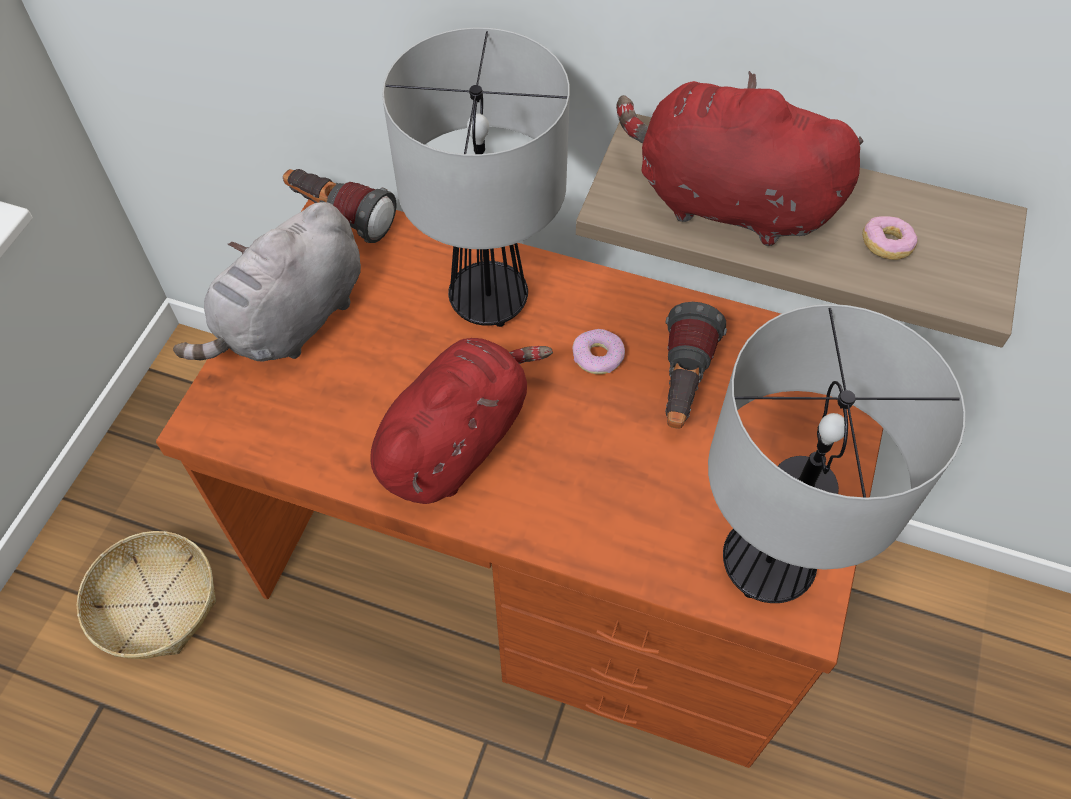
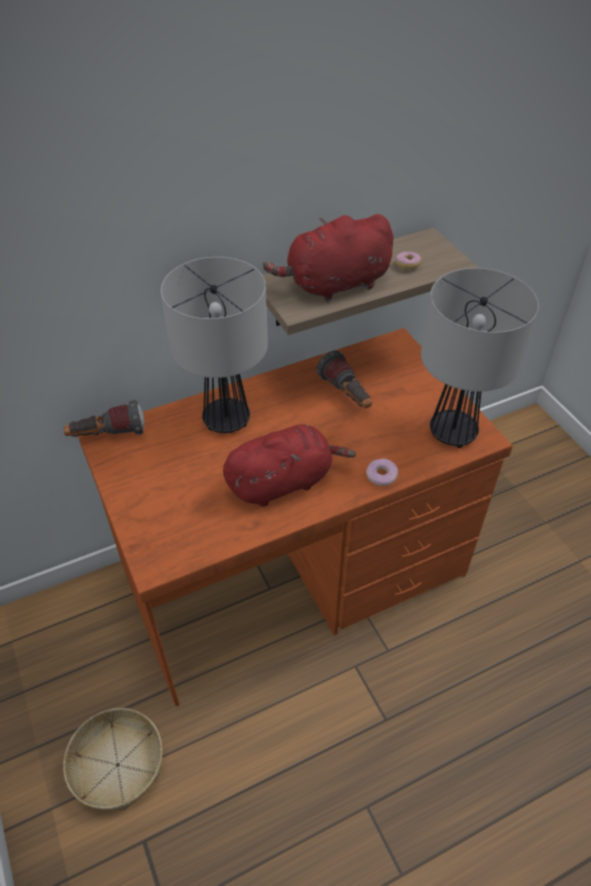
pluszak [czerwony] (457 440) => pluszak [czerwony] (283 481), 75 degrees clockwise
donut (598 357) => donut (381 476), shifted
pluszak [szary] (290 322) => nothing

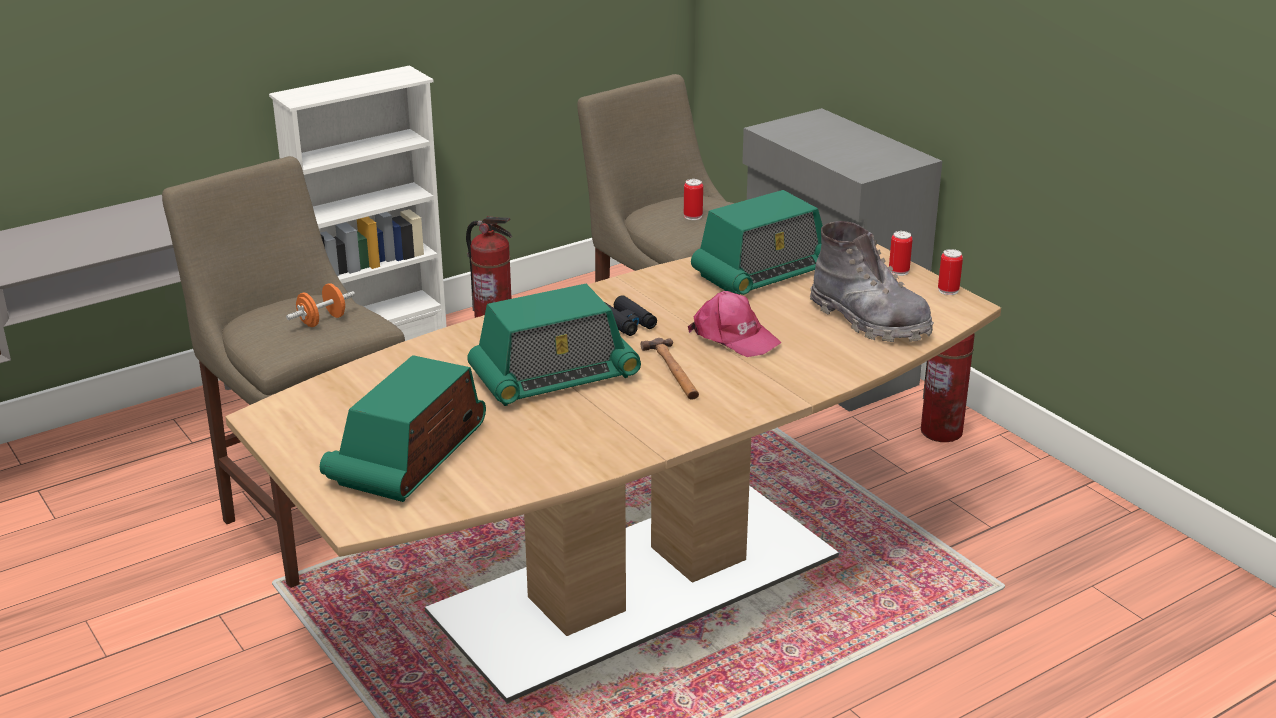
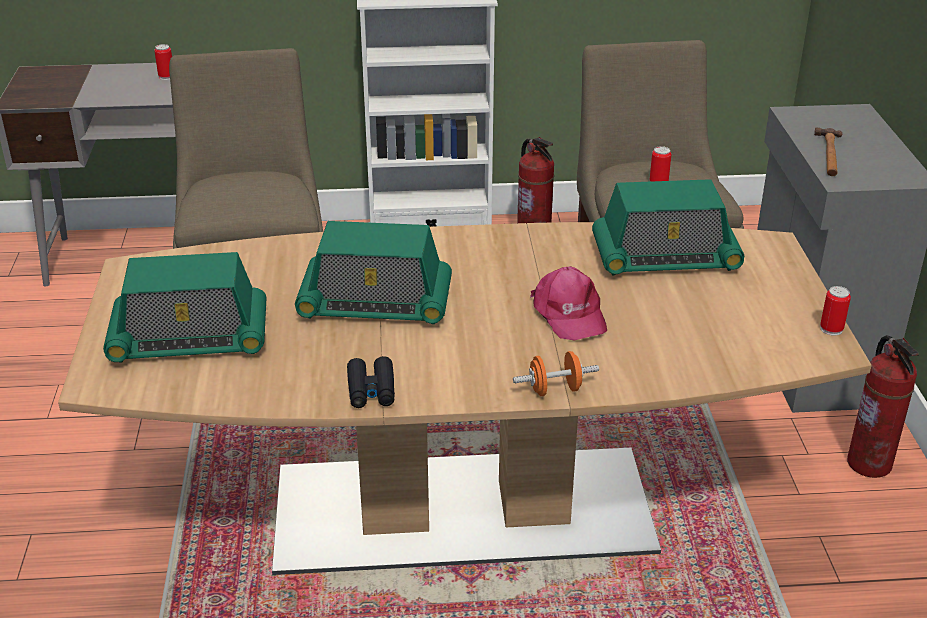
radio (408 456) => radio (190 339), 150 degrees counterclockwise
puszka (898 271) => puszka (166 76), shifted
lornetka [czarny] (626 323) => lornetka [czarny] (371 390), shifted
hantel [pomarańczowy] (322 321) => hantel [pomarańczowy] (555 389), shifted
młotek (673 372) => młotek (828 154), shifted
but z cholewką [szary] (869 320) => nothing

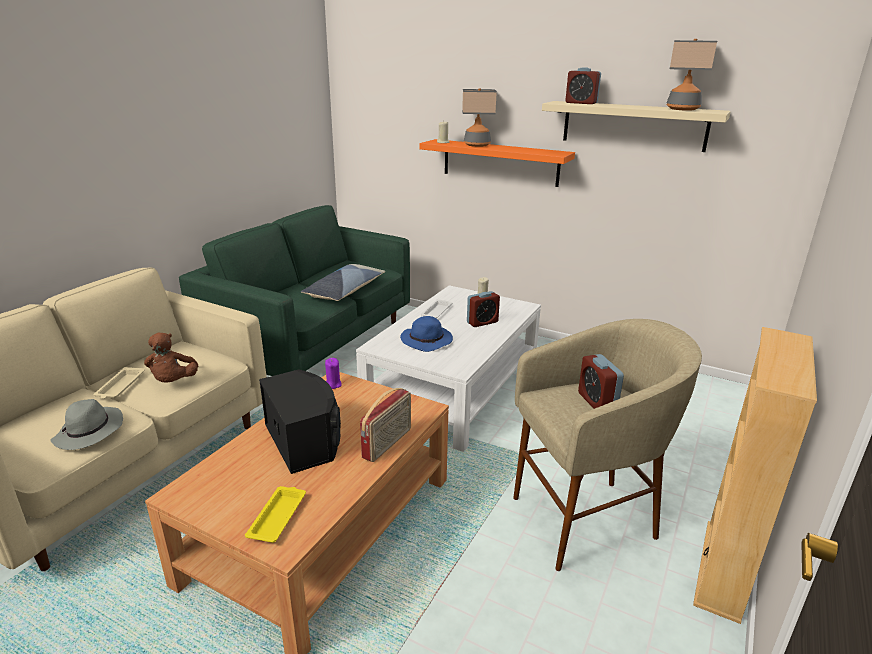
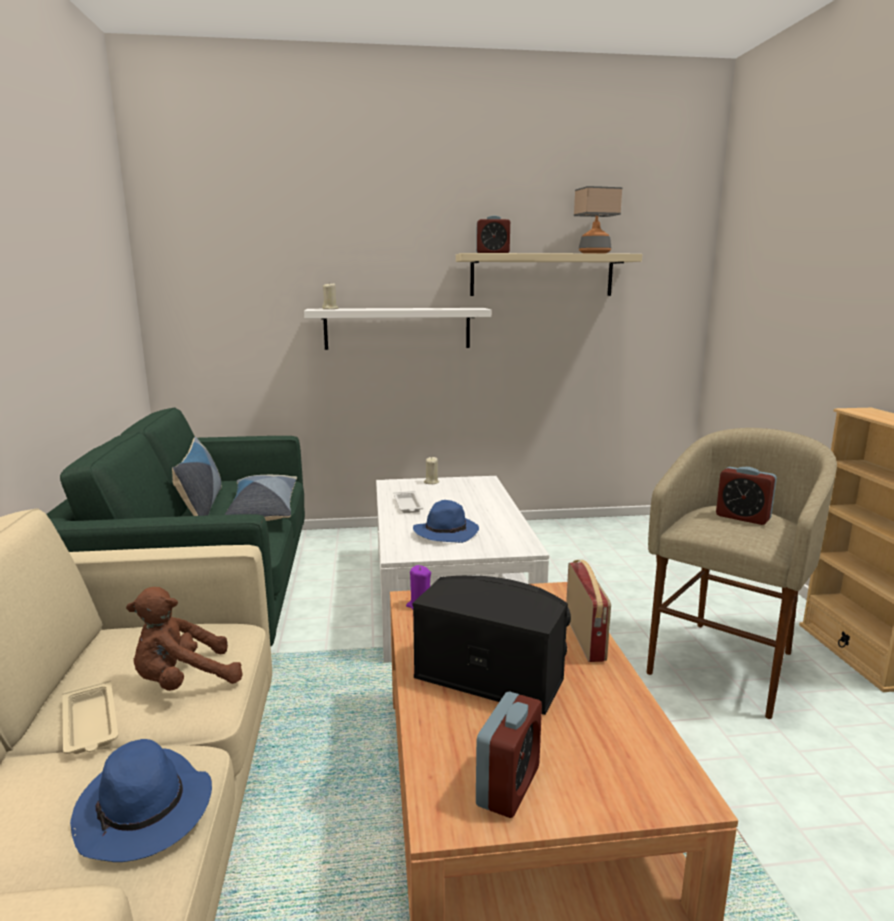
kapelusz [szary] (89 432) => kapelusz [niebieski] (145 812)
pluszak [brązowy] (173 382) => pluszak [brązowy] (183 682), 105 degrees clockwise
nothing => poduszka (201 506)
półka [pomarańczowy] (500 162) => półka [biały] (397 328)
budzik (482 322) => budzik (508 786), shifted
taca [żółty] (278 516) => nothing
lampa stołowa (476 145) => nothing

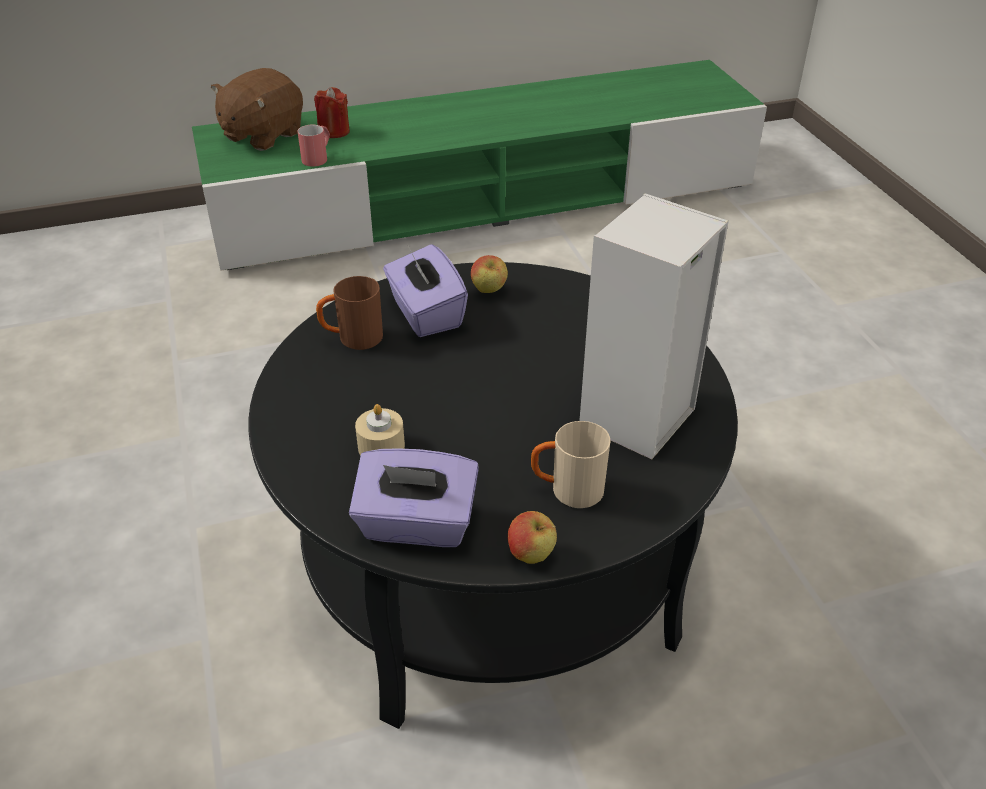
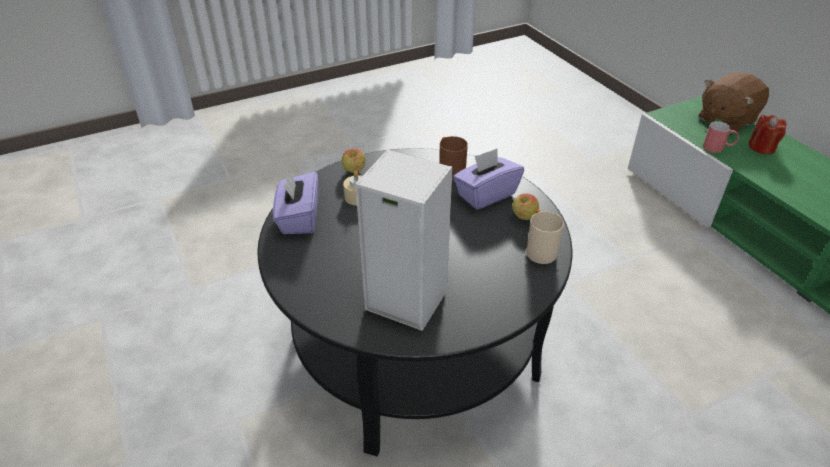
jabłko (531 555) => jabłko (354 171), shifted
kubek [beżowy] (567 490) => kubek [beżowy] (539 249), shifted
pluszak [brązowy] (262 135) => pluszak [brązowy] (726 120), 60 degrees counterclockwise

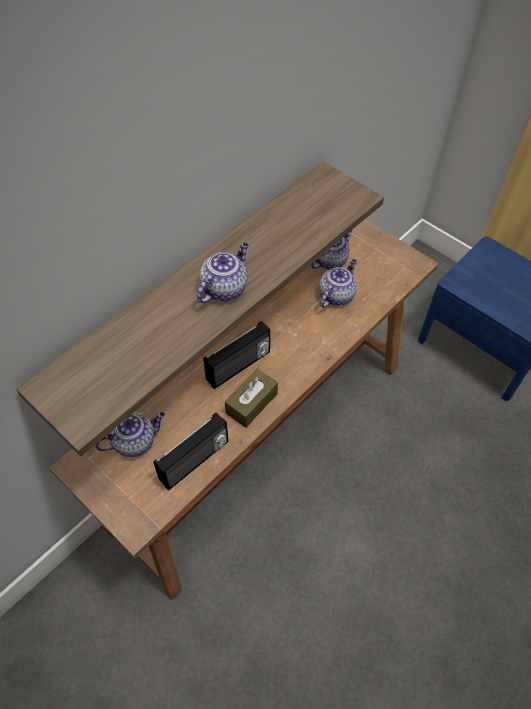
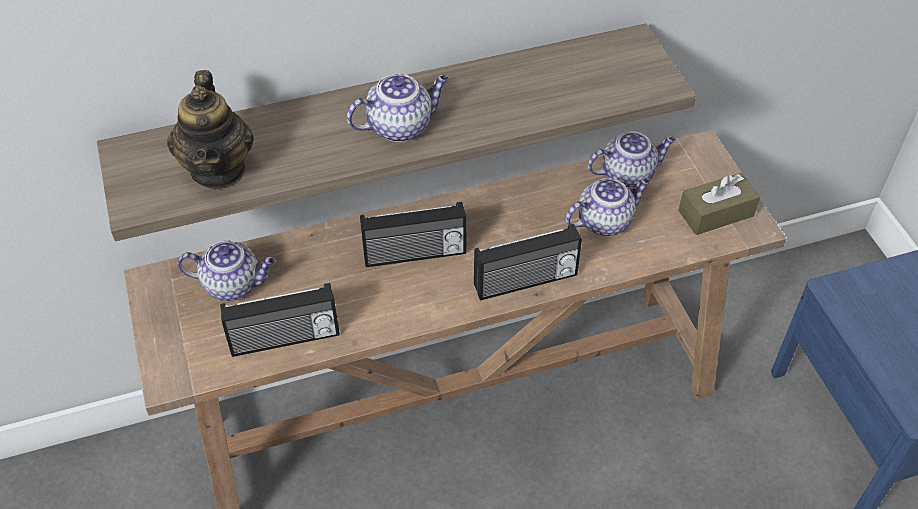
nothing => imbryk (219 169)
nothing => radio (526 282)
pudełko chusteczek [brązowy] (251 403) => pudełko chusteczek [brązowy] (716 213), shifted

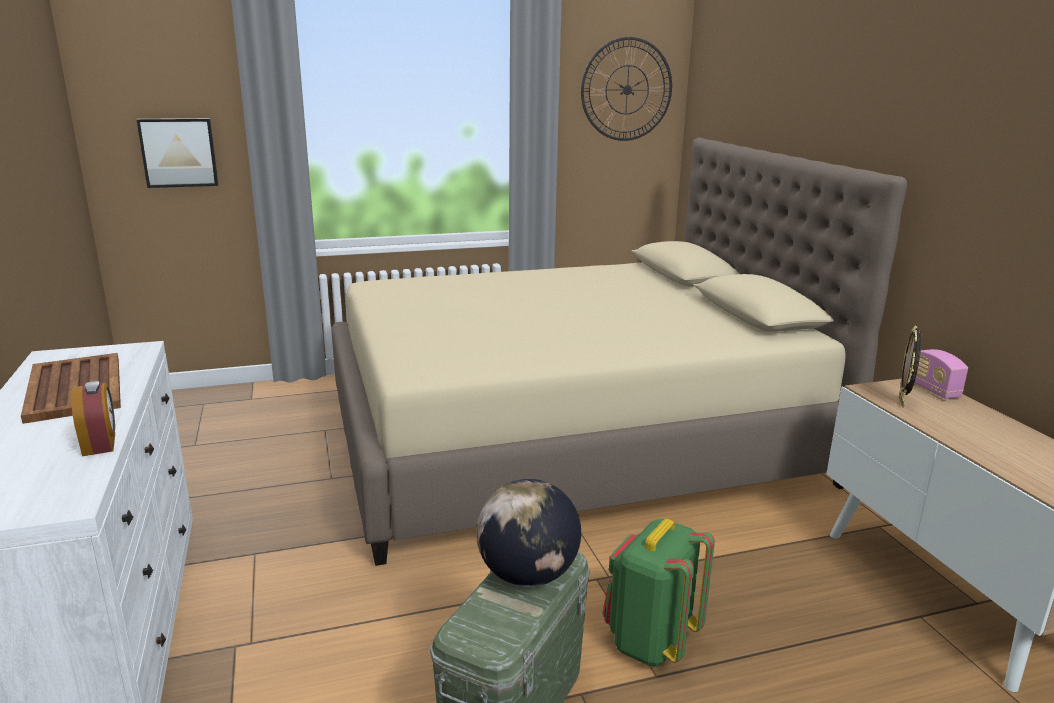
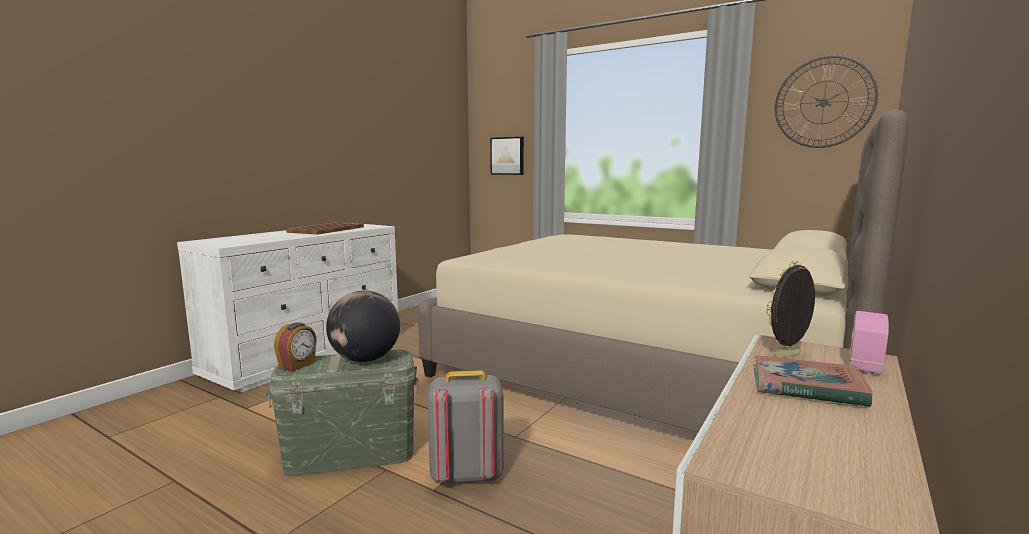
budzik (100 444) => budzik (298 365), shifted
plecak [zielony] (650 642) => plecak [szary] (466 475)
nothing => książka (806 387)

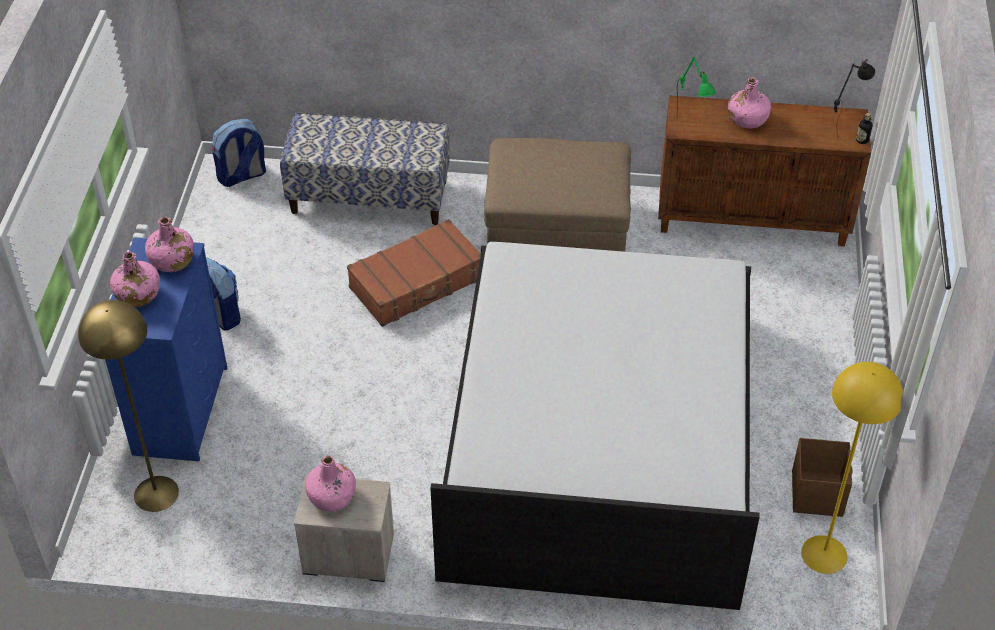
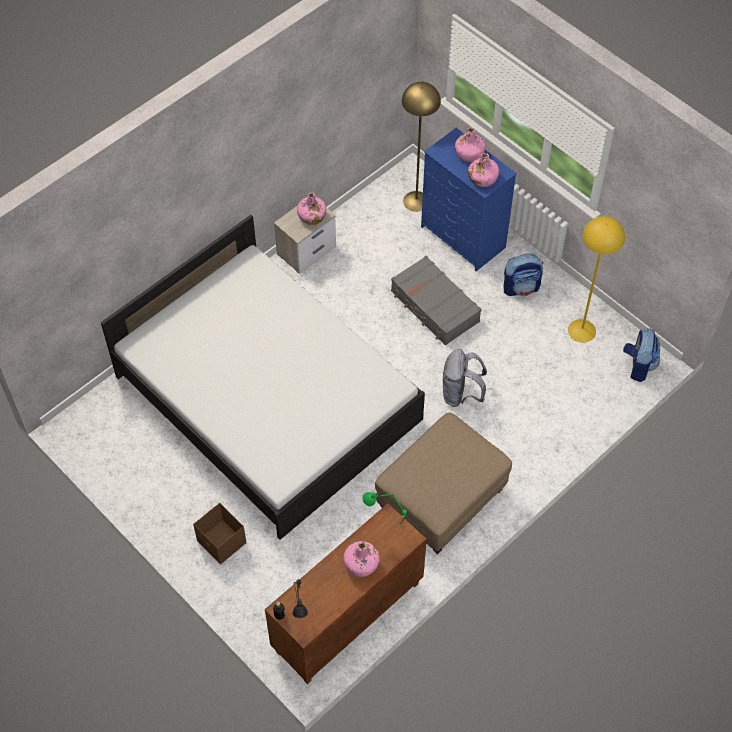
pojemnik do przechowywania [brązowy] (817 493) => pojemnik do przechowywania [brązowy] (222 542), shifted
nothing => walizka [szary] (434 307)
walizka [brązowy] (417 283) => plecak [szary] (461 394)
lampa stojąca [żółty] (824 554) => lampa stojąca [żółty] (582 330), shifted
ławka (369 196) => nothing

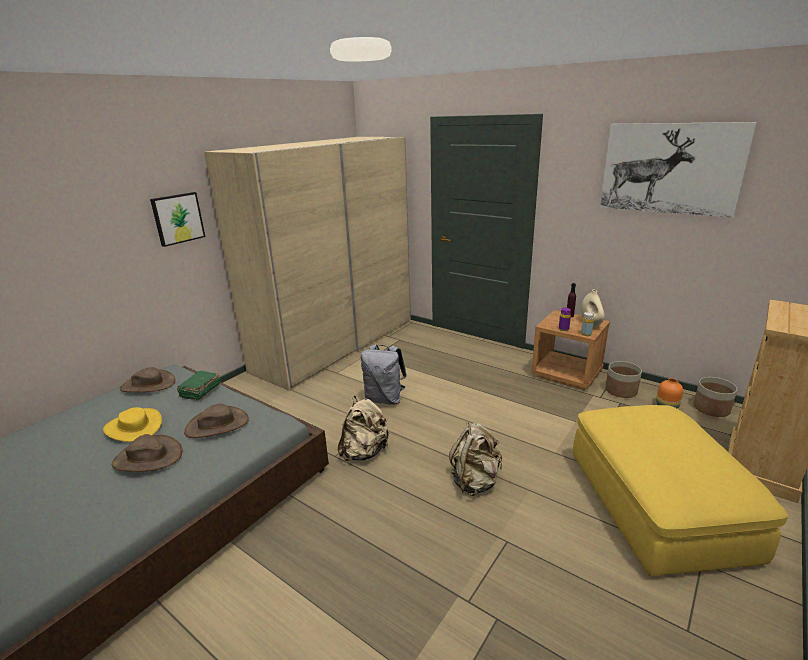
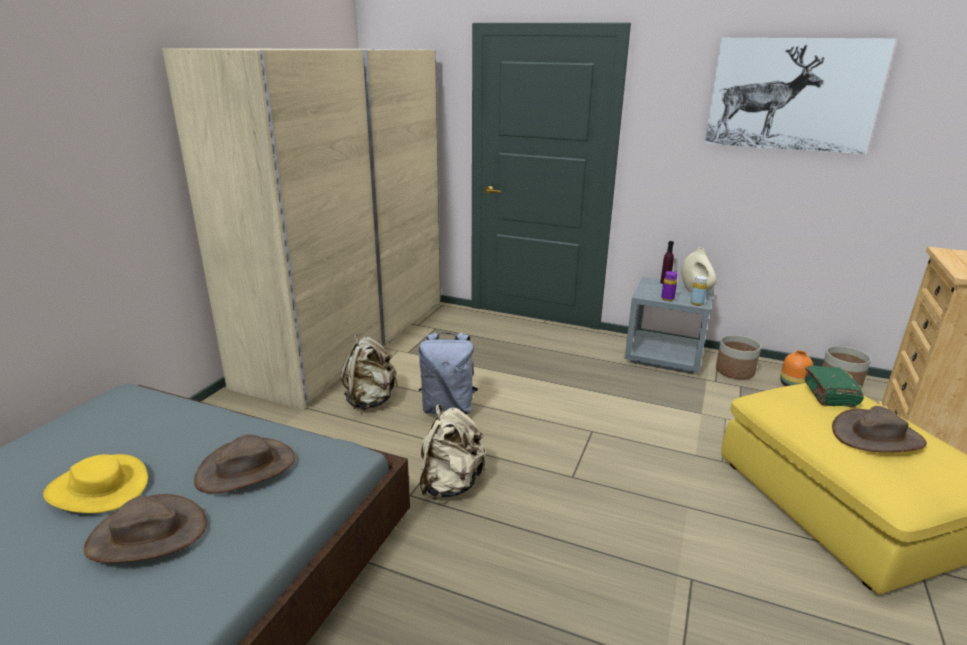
plecak [beżowy] (475 481) => plecak [beżowy] (370 400), shifted
szafka nocna [brązowy] (567 374) => szafka nocna [szary] (664 356)
książka [zielony] (200 391) => książka [zielony] (829 395), shifted
kapelusz [brązowy] (148 385) => kapelusz [brązowy] (876 436), shifted
obraz (177 218) => nothing

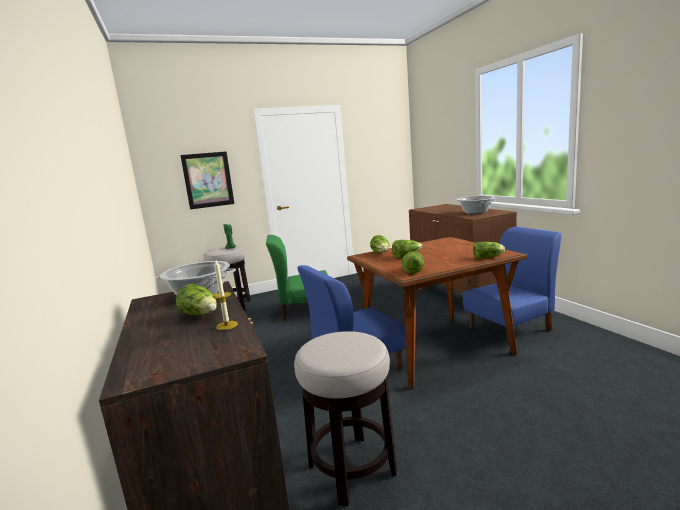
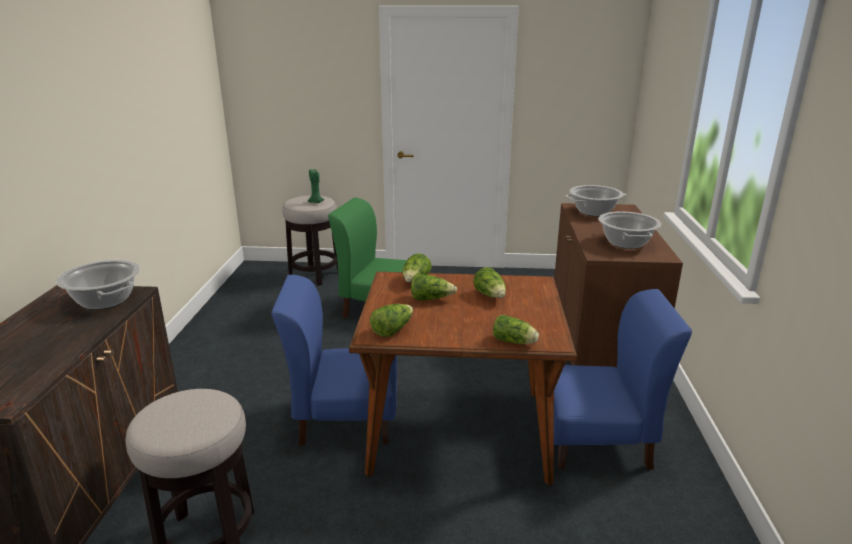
sałata (201 315) => sałata (490 296), shifted
nothing => garnek (594 212)
obraz (208 180) => nothing
świeca (227 325) => nothing

